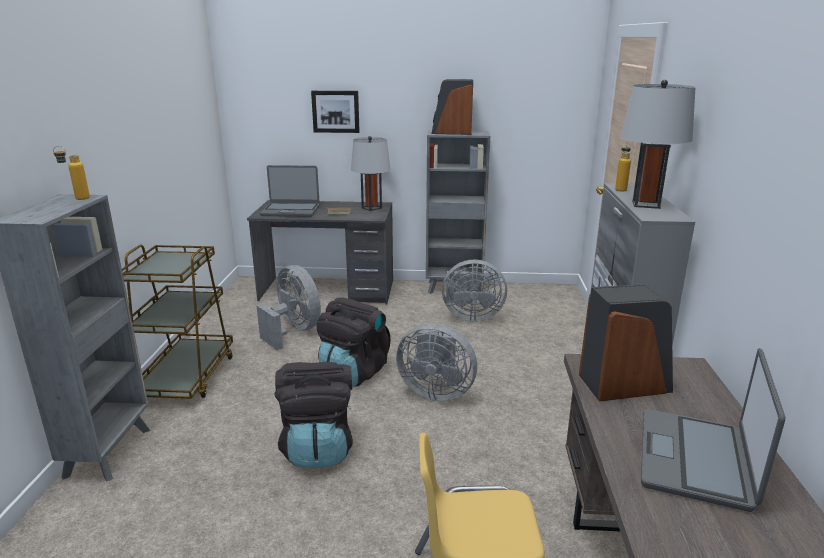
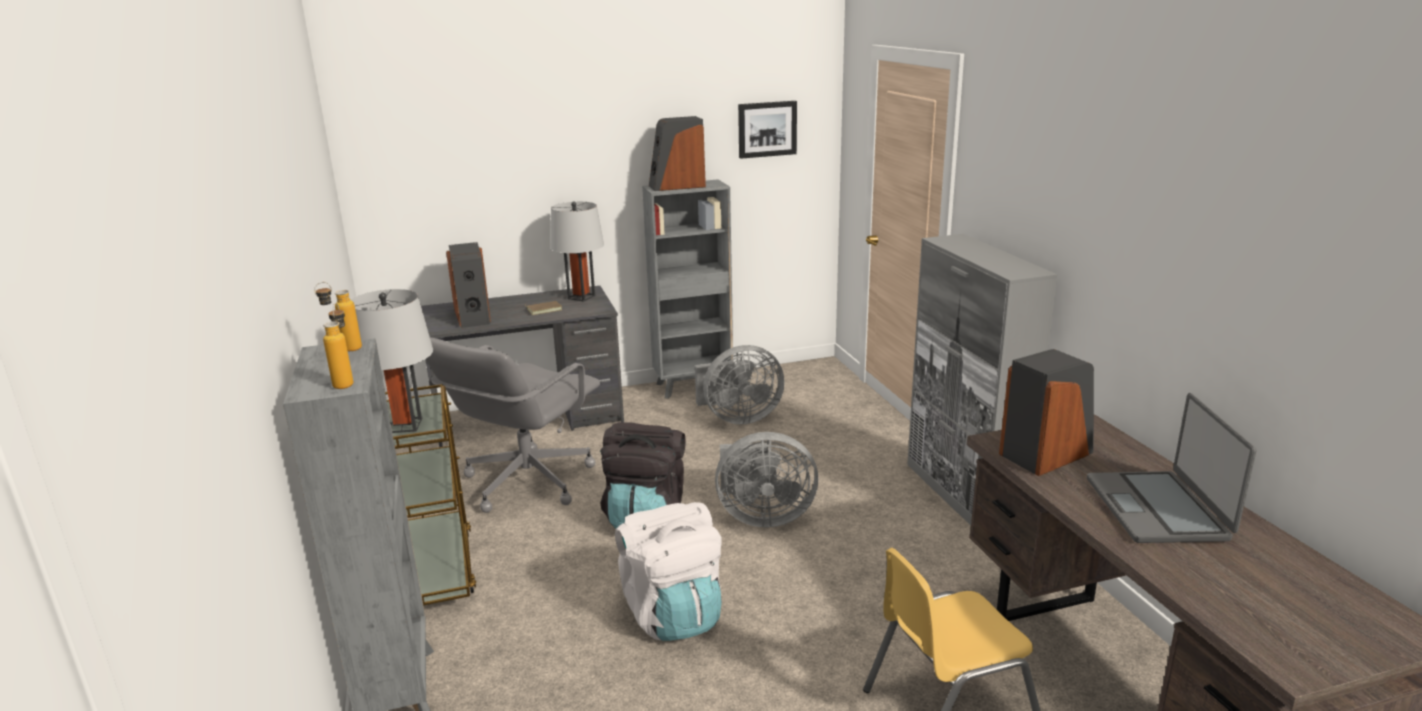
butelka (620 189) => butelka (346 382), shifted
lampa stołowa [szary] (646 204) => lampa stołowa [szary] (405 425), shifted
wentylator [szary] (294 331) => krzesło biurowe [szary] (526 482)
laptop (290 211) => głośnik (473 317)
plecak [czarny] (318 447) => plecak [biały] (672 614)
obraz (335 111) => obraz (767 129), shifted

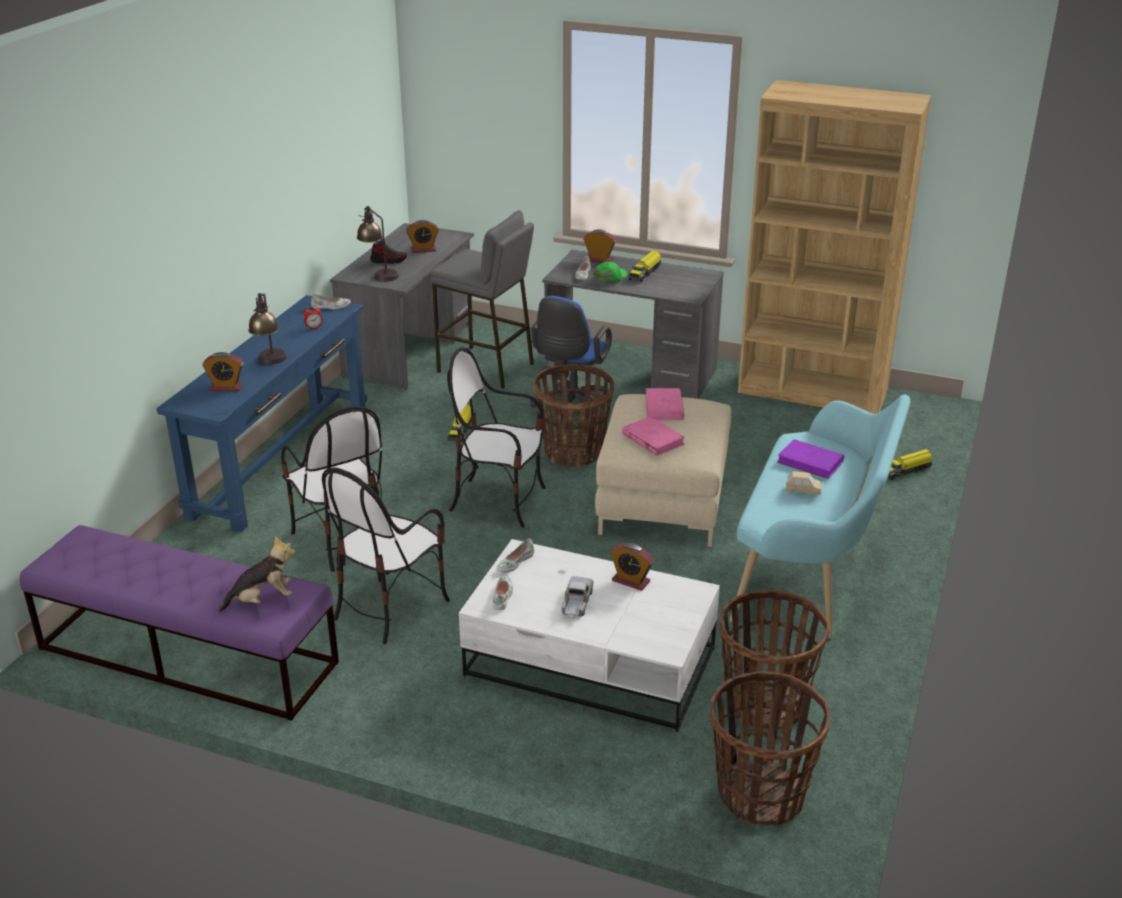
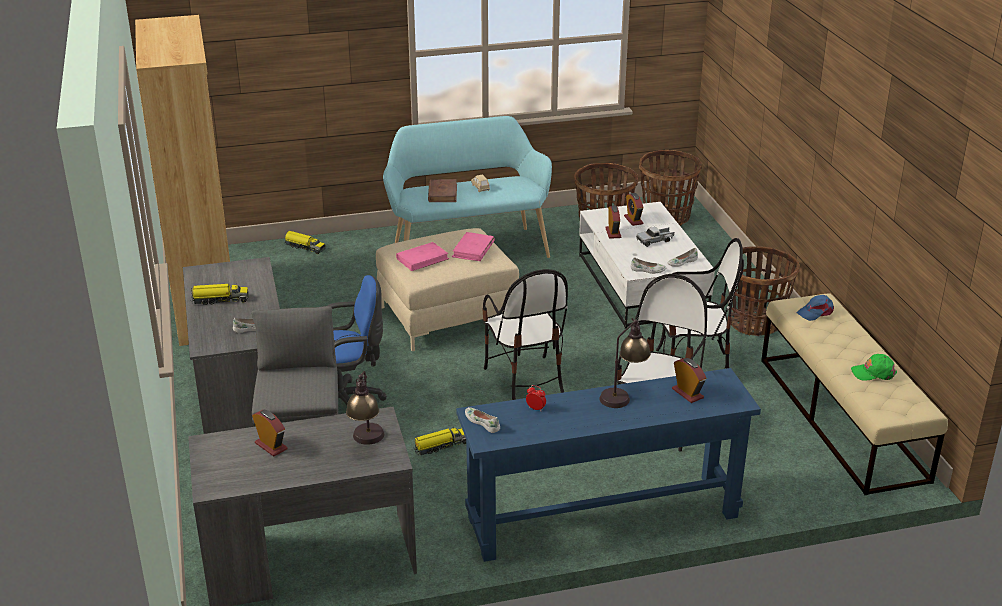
książka [fioletowy] (810 462) => książka [brązowy] (442 193)
budzik (599 259) => budzik (633 220), shifted
koszyk (573 452) => koszyk (755 323), shifted
ławka [fioletowy] (187 655) => ławka [beżowy] (841 418)
pluszak (262 600) => czapka z daszkiem [niebieski] (816 312)
czapka z daszkiem [zielony] (610 277) => czapka z daszkiem [zielony] (873 373), shifted
but (388 261) => nothing

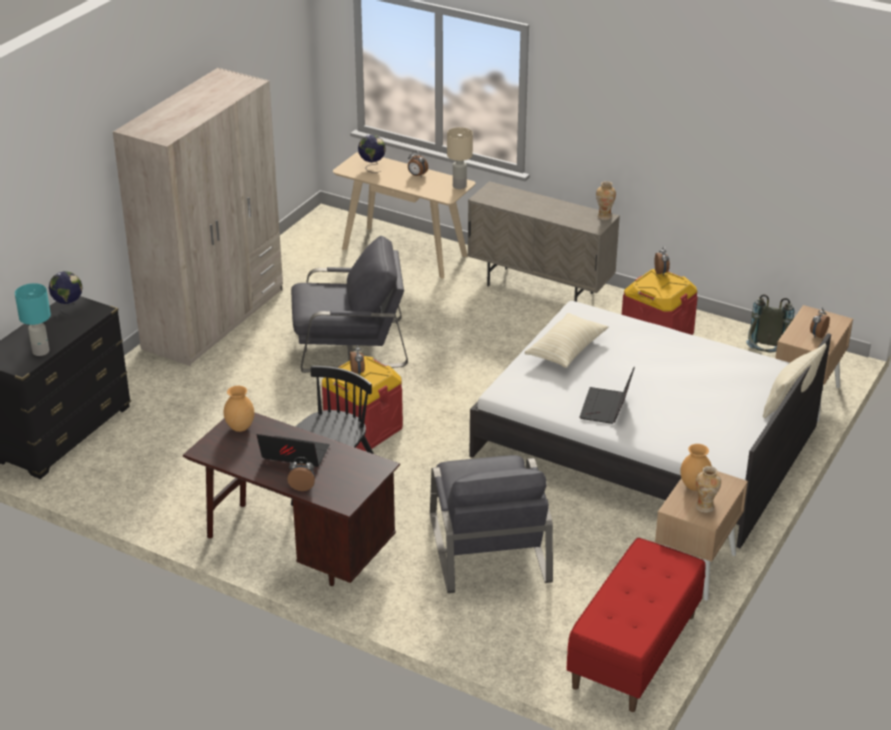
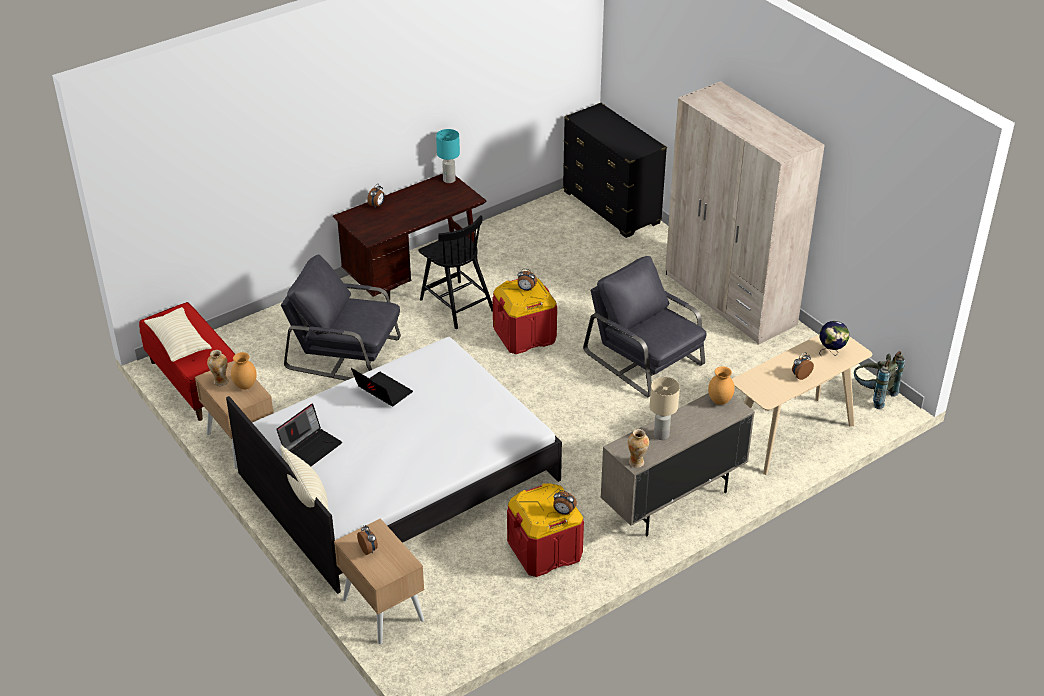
poduszka [beżowy] (566 350) => poduszka [beżowy] (179 343), shifted
laptop (293 456) => laptop (311 447), shifted
lampa stołowa [turkusowy] (41 351) => lampa stołowa [turkusowy] (449 180), shifted
fotel [szary] (350 345) => fotel [szary] (645 358), 120 degrees clockwise
lampa stołowa [beżowy] (459 186) => lampa stołowa [beżowy] (661 435), shifted
wazon [brązowy] (240 428) => wazon [brązowy] (719 401), shifted
plecak [szary] (765 357) => plecak [szary] (872 395), shifted
globus (68 309) => nothing

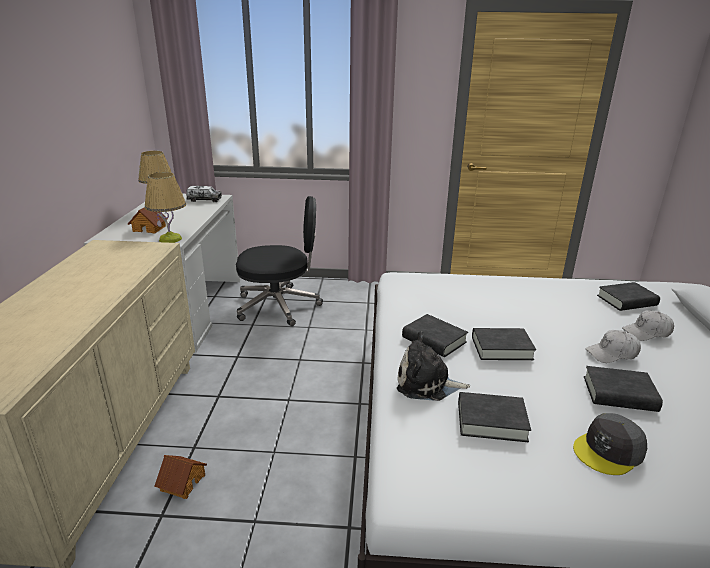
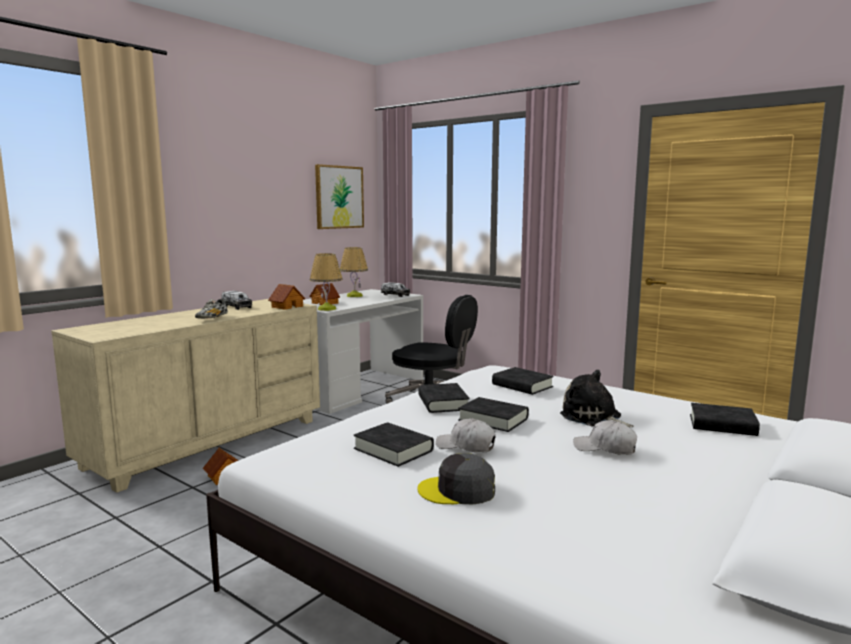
nothing => but (212 318)
nothing => ciężarówka zabawkowa (236 307)
nothing => domek (287 307)
nothing => obraz (339 197)
czapka z daszkiem [biały] (647 332) => czapka z daszkiem [biały] (466 446), shifted
książka [czarny] (619 394) => książka [czarny] (522 386), shifted
pluszak (427 384) => pluszak (593 418), shifted

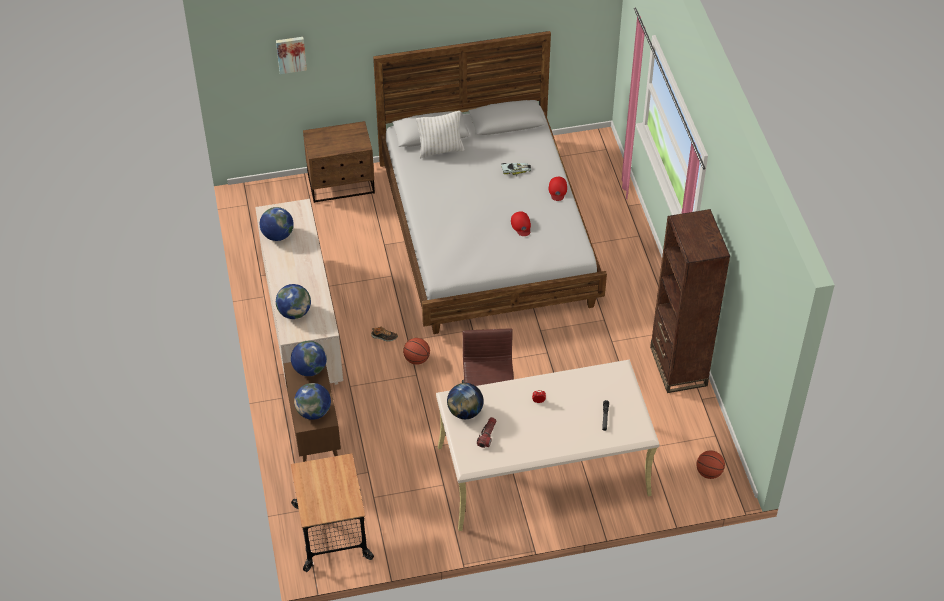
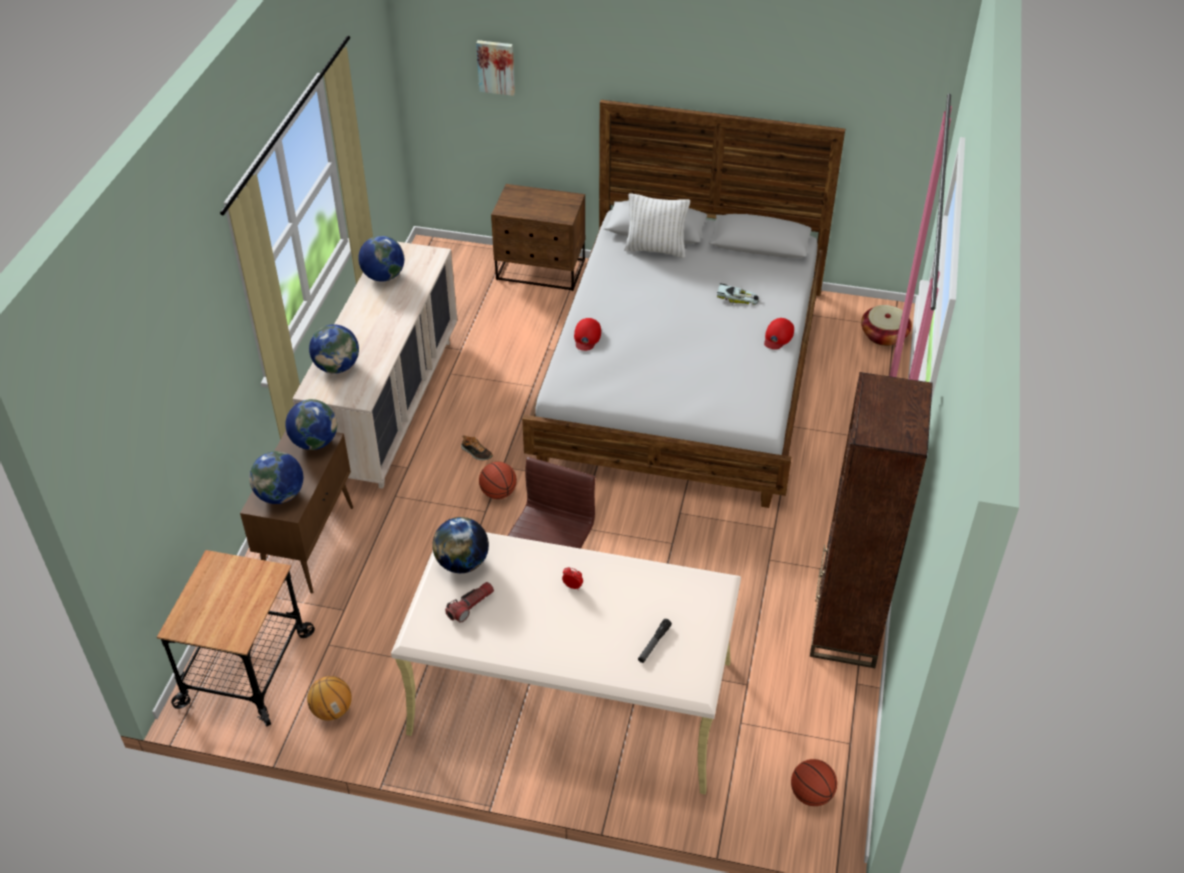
nothing => piłka do koszykówki (332 710)
czapka z daszkiem [czerwony] (521 225) => czapka z daszkiem [czerwony] (587 337), shifted
nothing => koszyk (884 335)

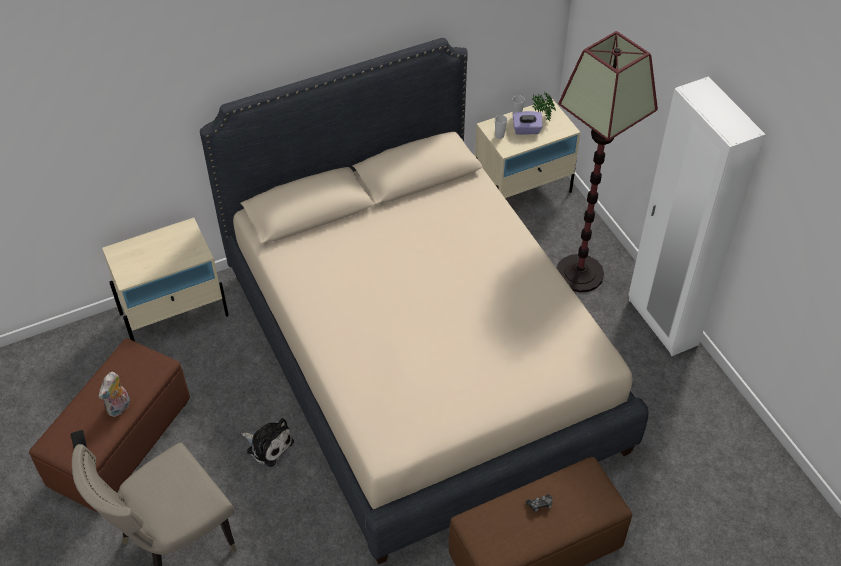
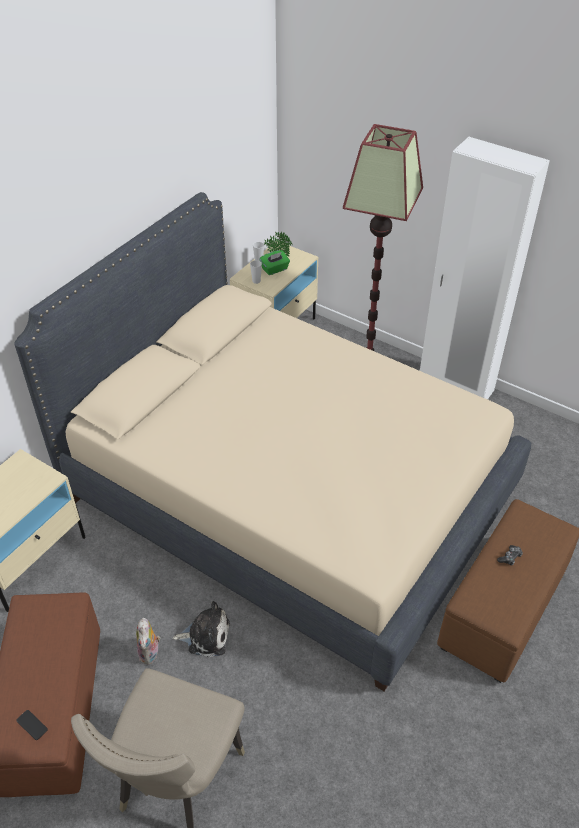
pluszak (119 408) => pluszak (150 653), shifted
pudełko chusteczek [fioletowy] (526 130) => pudełko chusteczek [zielony] (275 269)

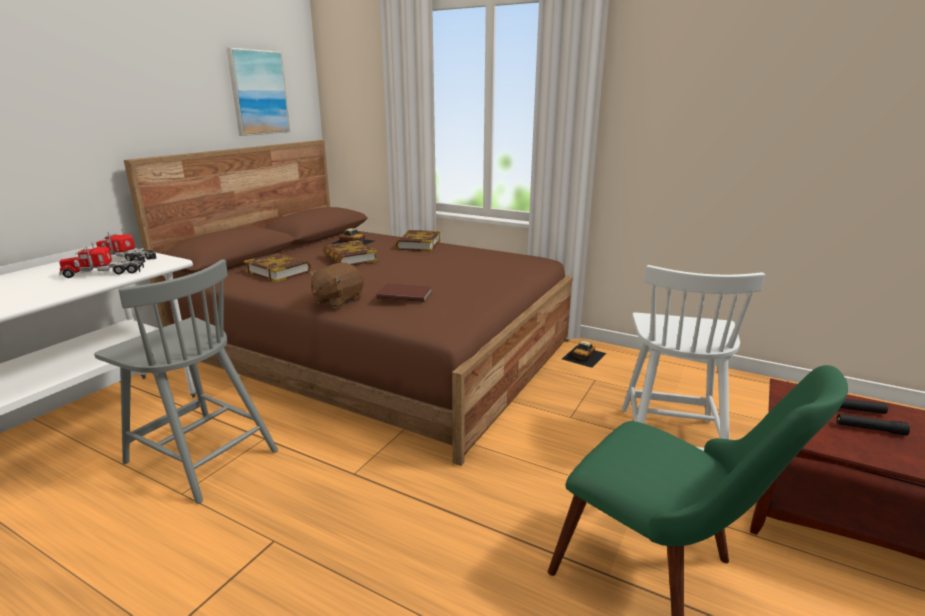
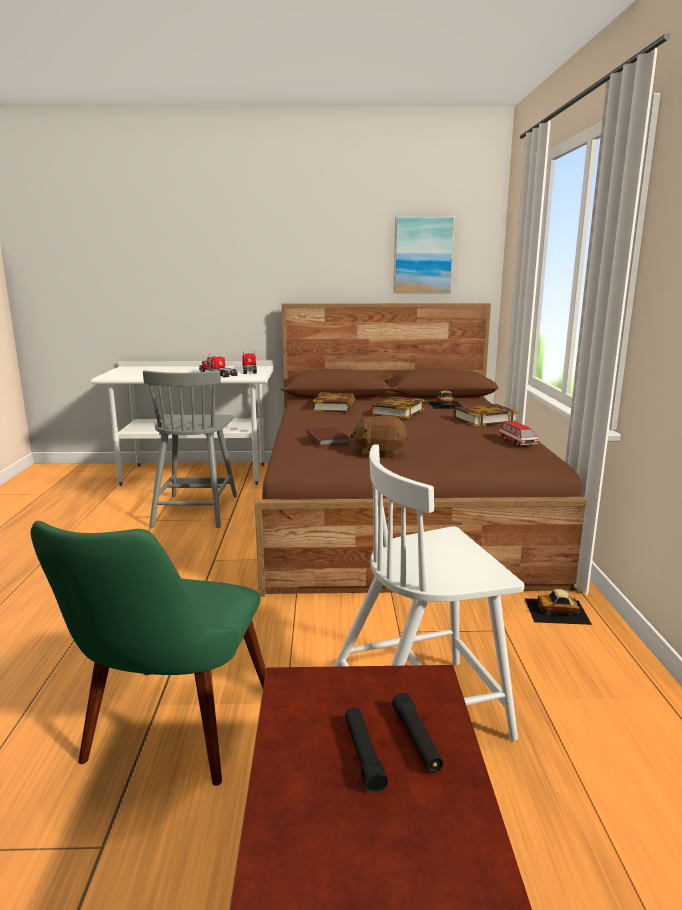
pluszak [brązowy] (337 301) => pluszak [brązowy] (380 453), shifted
nothing => samochodzik (517 442)

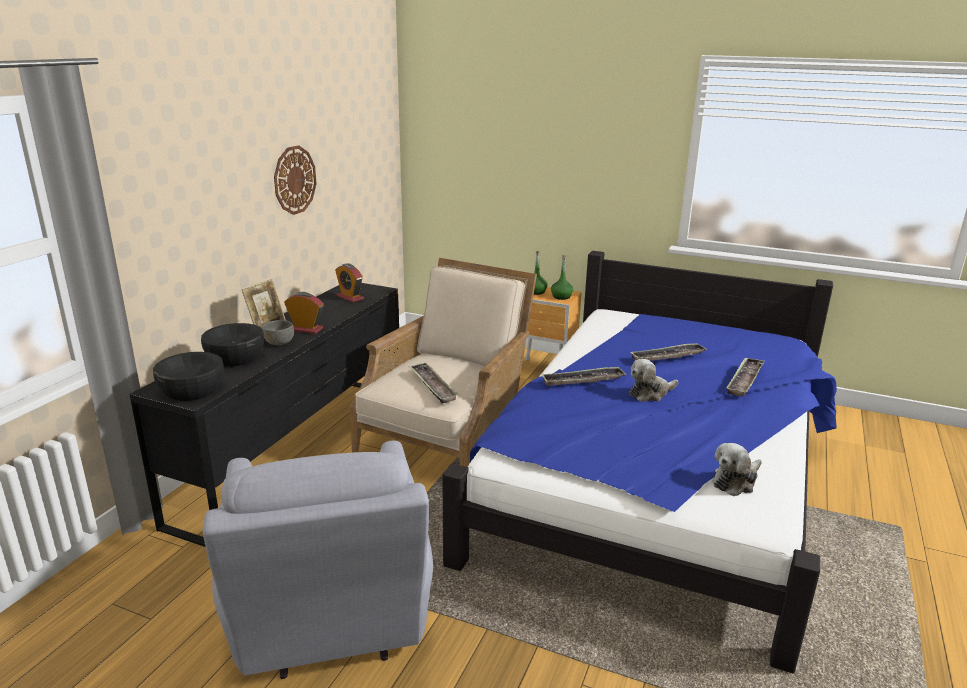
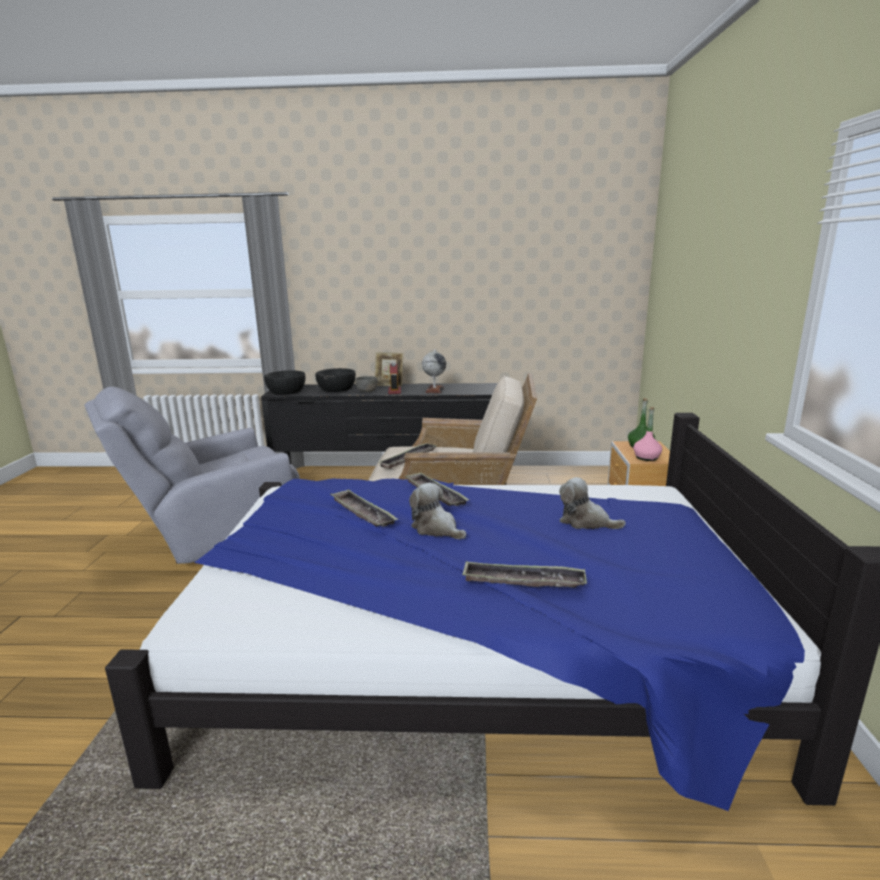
taca (667 356) => taca (362 513), shifted
nothing => globus (434 390)
pluszak (735 481) => pluszak (585 522), shifted
butelka [zielony] (561 297) => butelka [różowy] (646 457)
zegar ścienny (294 180) => nothing
budzik (350 297) => nothing

